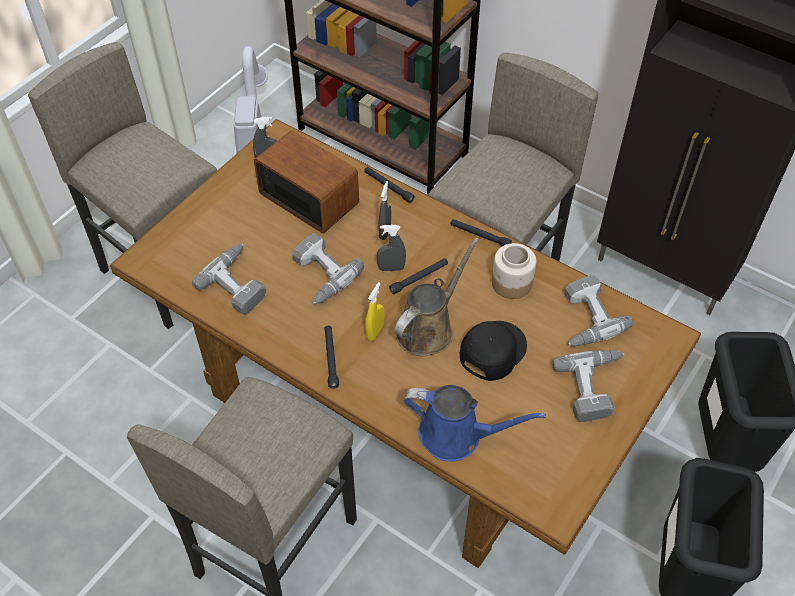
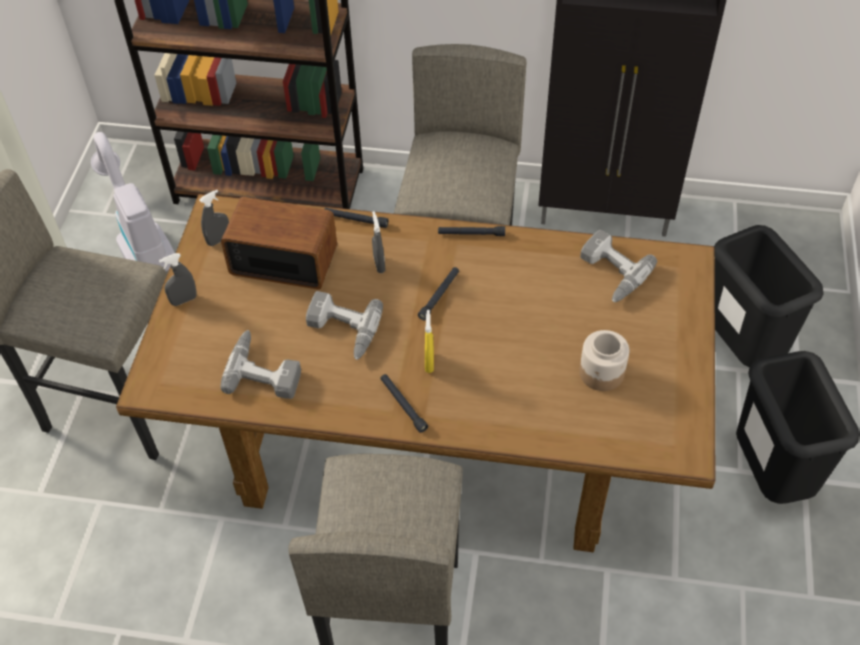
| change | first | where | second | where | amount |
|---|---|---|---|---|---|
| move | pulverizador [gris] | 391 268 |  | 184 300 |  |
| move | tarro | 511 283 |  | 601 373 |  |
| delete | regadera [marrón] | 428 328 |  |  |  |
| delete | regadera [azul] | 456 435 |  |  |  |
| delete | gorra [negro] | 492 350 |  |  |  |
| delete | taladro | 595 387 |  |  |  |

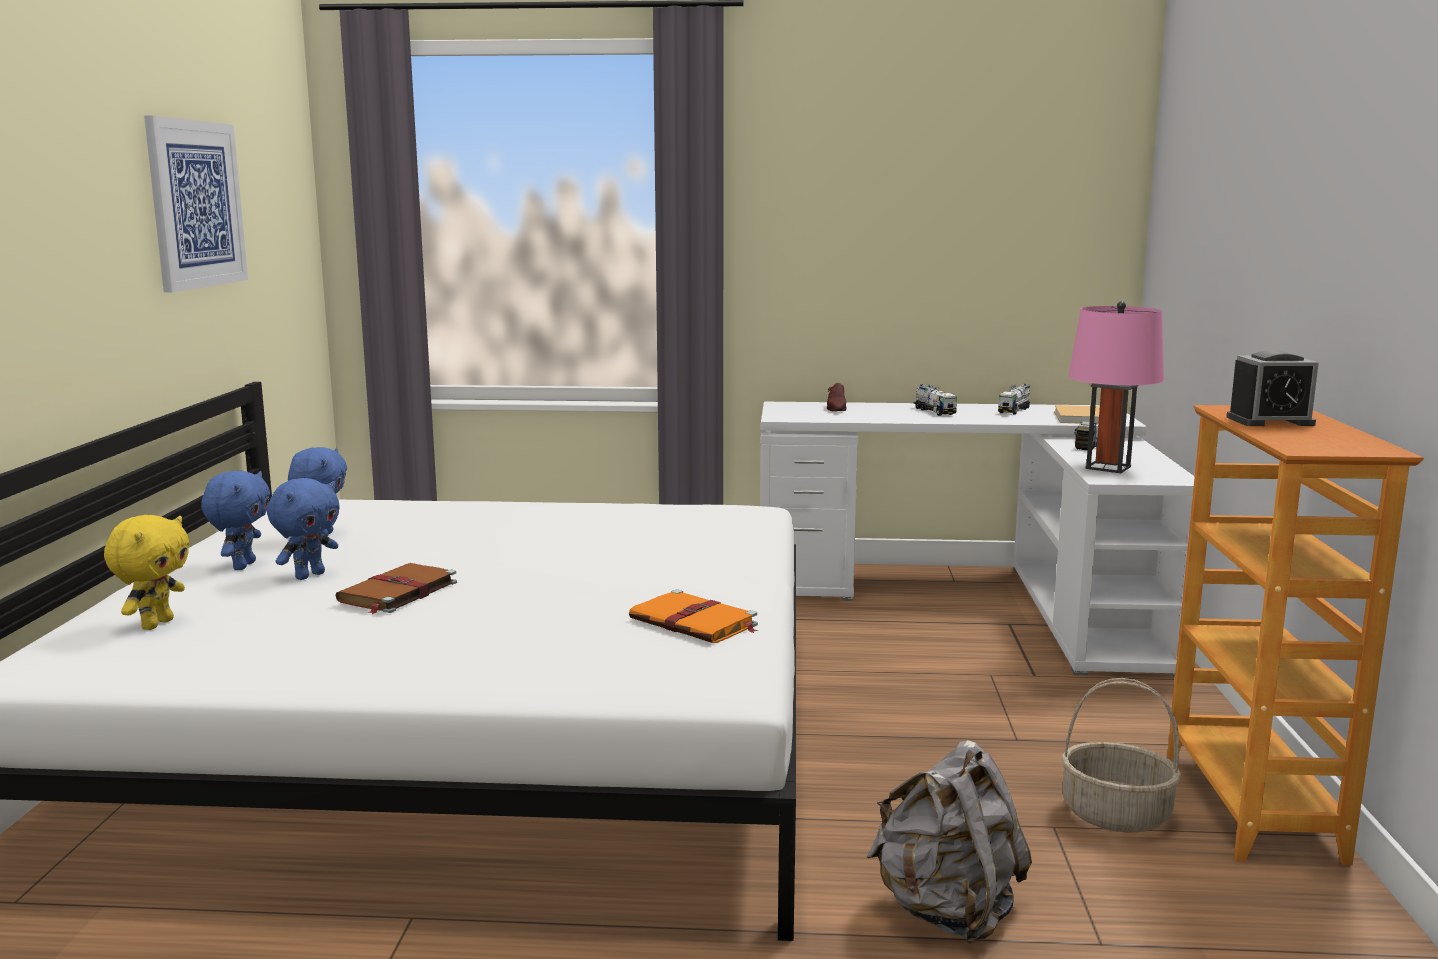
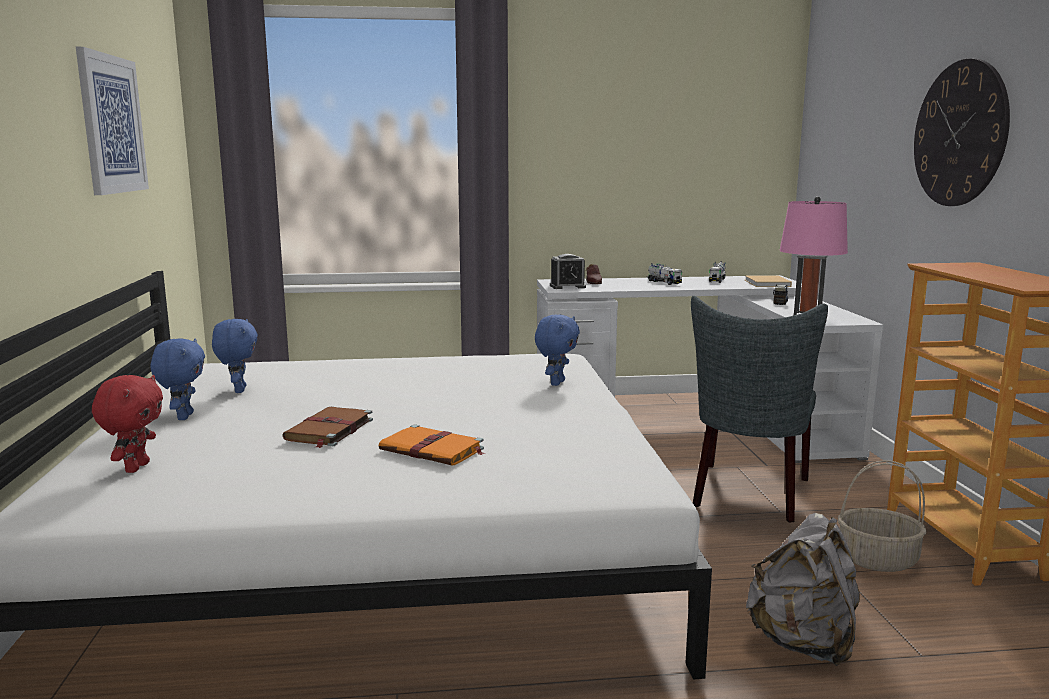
| change | first | where | second | where | amount |
|---|---|---|---|---|---|
| recolor | peluche [amarillo] | 156 624 | peluche [rojo] | 136 467 |  |
| move | libro [naranja] | 695 623 |  | 433 450 |  |
| move | peluche [azul] | 309 575 |  | 556 383 |  |
| move | despertador | 1270 421 |  | 567 286 |  |
| insert |  |  | silla [gris] | 748 495 |  |
| insert |  |  | reloj de pared | 959 134 |  |

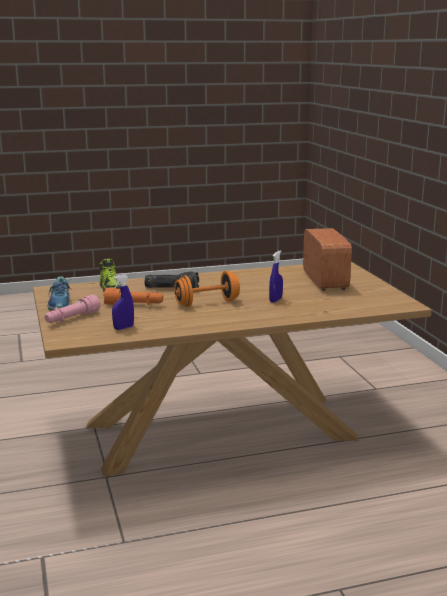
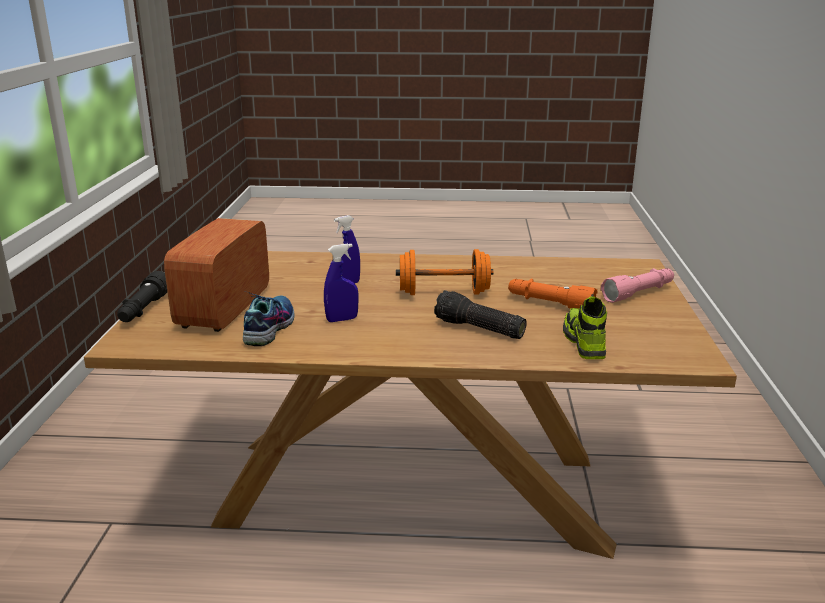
| change | first | where | second | where | amount |
|---|---|---|---|---|---|
| insert |  |  | linterna [negro] | 144 310 |  |
| move | zapato | 60 304 |  | 268 328 |  |
| move | pulverizador [azul] | 123 328 |  | 342 319 |  |

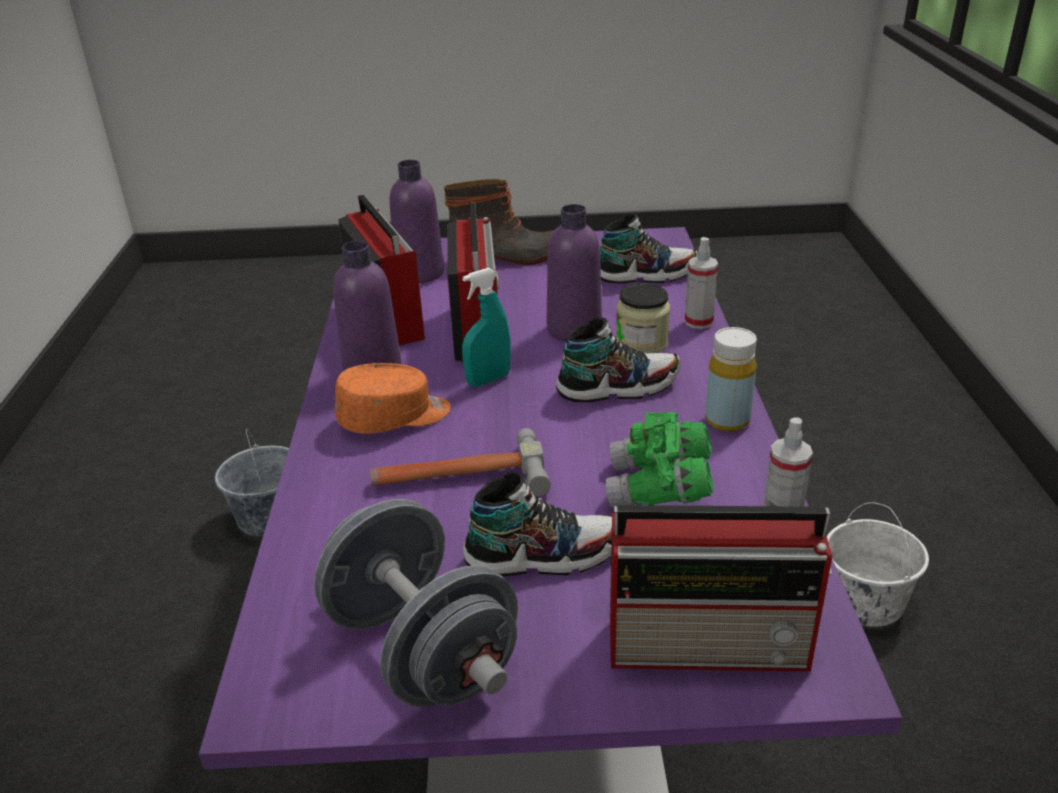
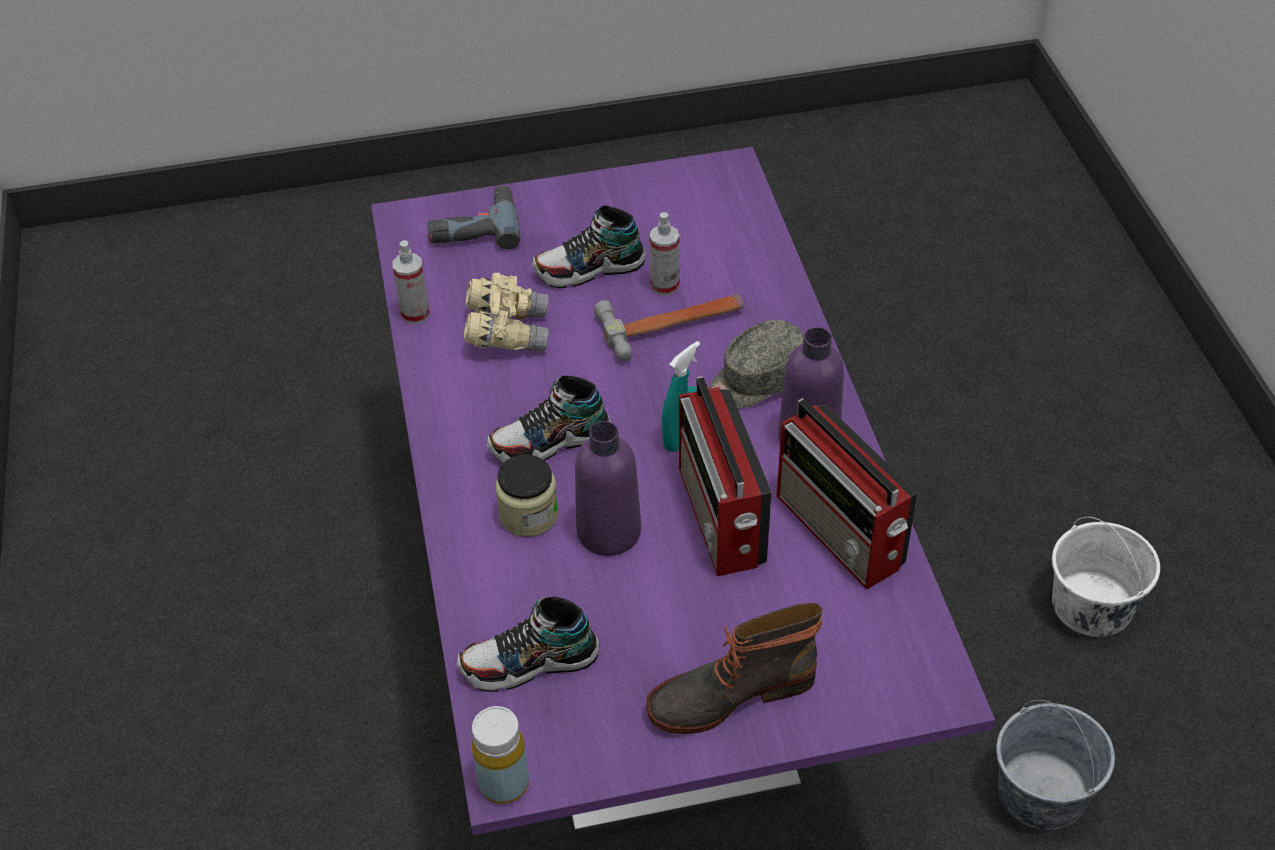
| change | first | where | second | where | amount |
|---|---|---|---|---|---|
| replace | radio | 712 645 | taladro | 474 226 |  |
| recolor | prismáticos [verde] | 659 489 | prismáticos [beis] | 507 332 |  |
| move | botella [amarillo] | 727 420 |  | 504 783 |  |
| move | pulverizador | 698 322 |  | 664 285 |  |
| recolor | gorra [naranja] | 395 417 | gorra [gris] | 756 381 |  |
| move | cubo [blanco] | 864 600 |  | 1092 606 |  |
| delete | mancuerna [gris] | 422 650 |  |  |  |
| delete | botella [morado] | 420 273 |  |  |  |

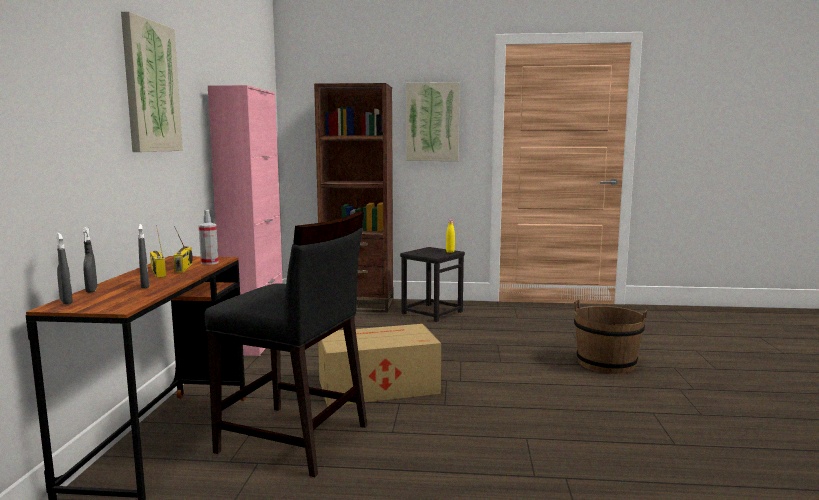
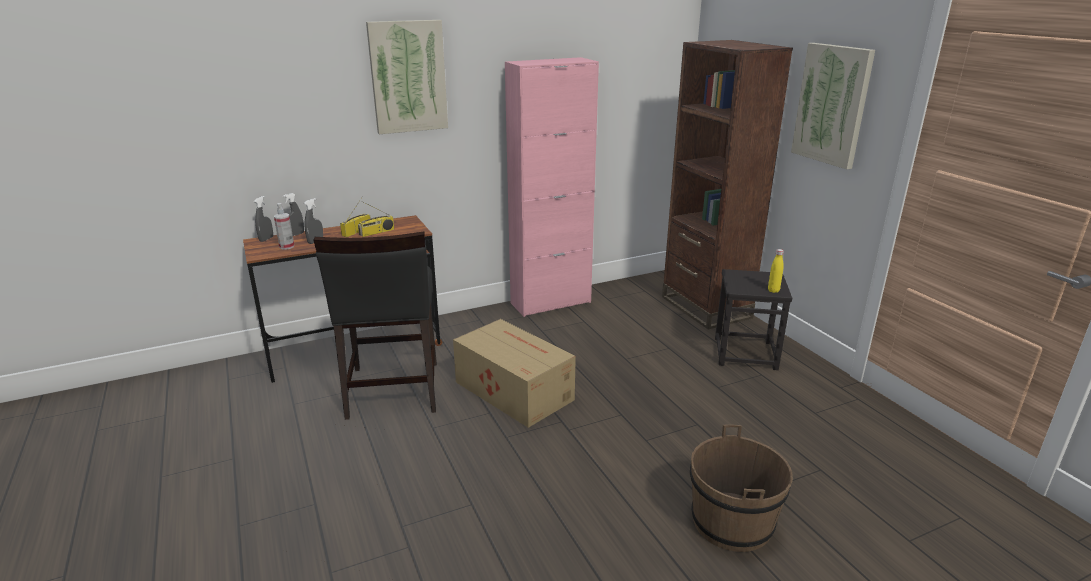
| change | first | where | second | where | amount |
|---|---|---|---|---|---|
| move | pulverizador | 209 263 |  | 287 246 |  |

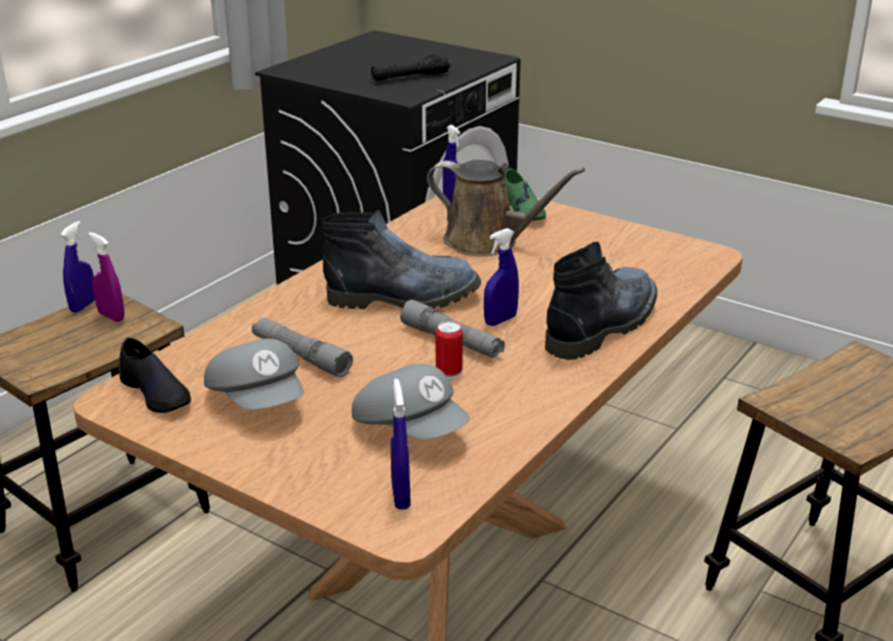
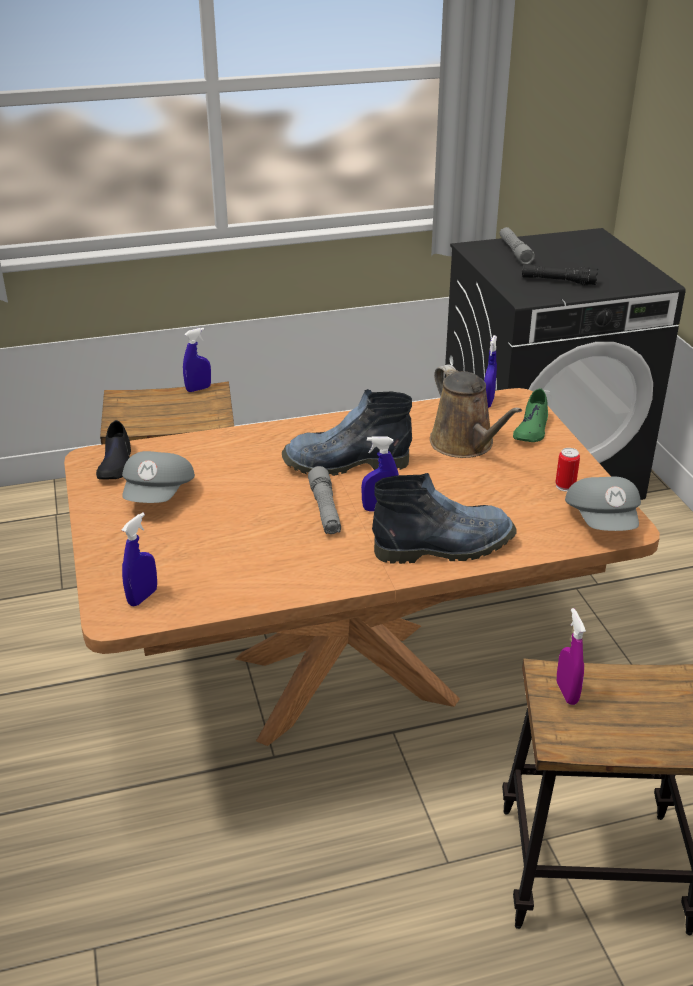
| change | first | where | second | where | amount |
|---|---|---|---|---|---|
| rotate | bota | 406 297 |  | 344 464 | 135 degrees clockwise |
| move | linterna [gris] | 301 356 |  | 515 252 |  |
| move | lata | 449 372 |  | 565 486 |  |
| move | pulverizador [morado] | 111 316 |  | 567 693 |  |
| move | gorra [gris] | 411 428 |  | 603 521 |  |

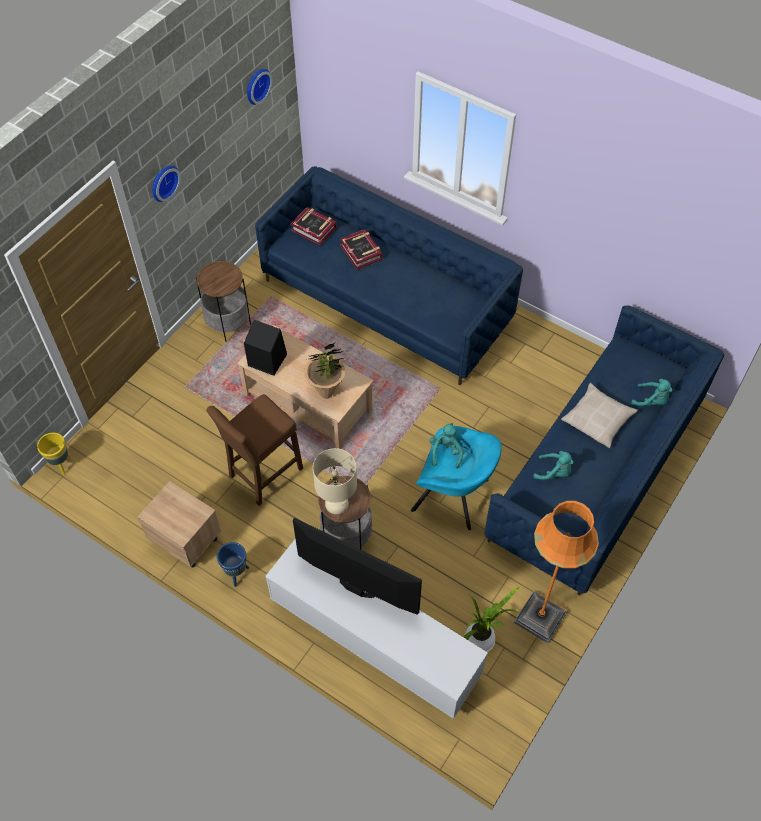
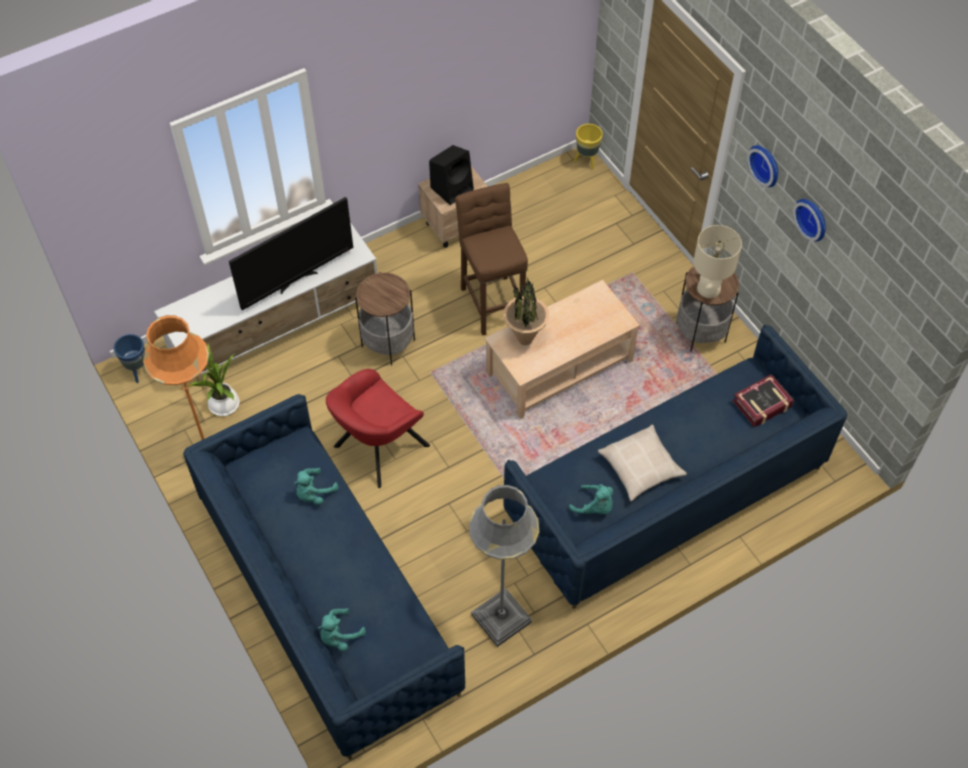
| change | first | where | second | where | amount |
|---|---|---|---|---|---|
| move | maceta [azul] | 236 574 |  | 138 371 |  |
| recolor | sillón [turquesa] | 454 496 | sillón [rojo] | 377 449 |  |
| move | altavoz [negro] | 266 360 |  | 452 188 |  |
| insert |  |  | lámpara de pie [gris] | 501 618 |  |
| move | peluche [turquesa] | 445 452 |  | 594 507 |  |
| move | cojín [beis] | 598 419 |  | 641 467 |  |
| move | lámpara de mesa [beis] | 337 503 |  | 709 289 |  |
| move | reloj de pared | 256 85 |  | 813 218 |  |
| delete | libro | 361 252 |  |  |  |

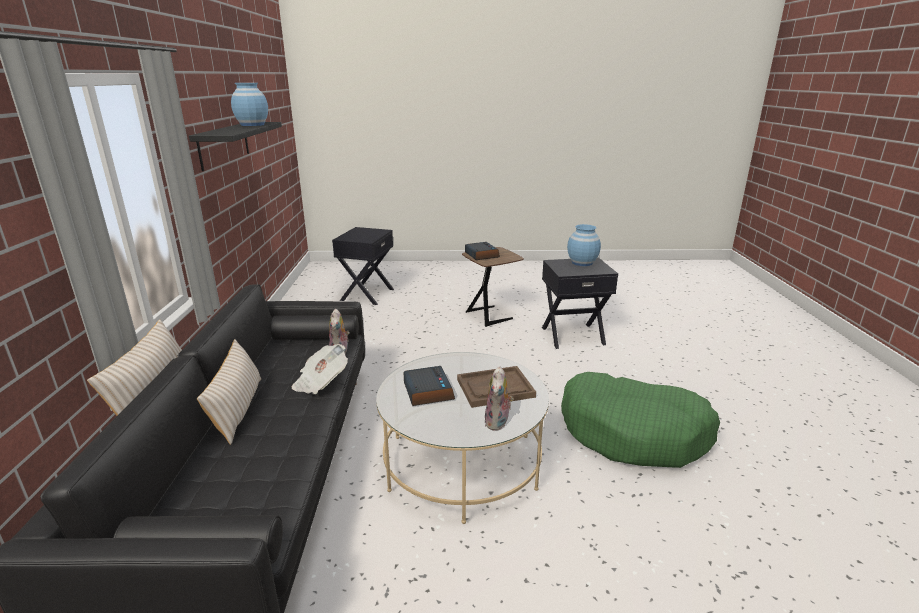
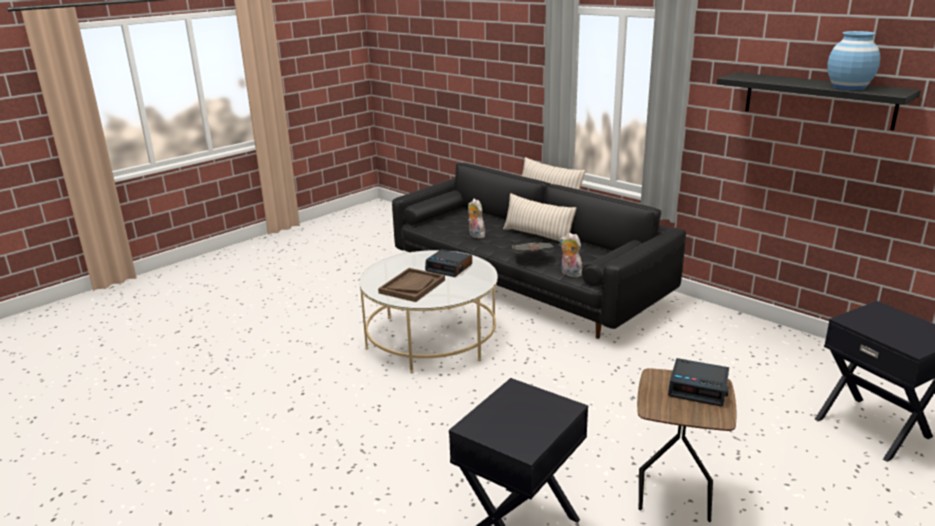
| change | first | where | second | where | amount |
|---|---|---|---|---|---|
| move | peluche | 498 423 |  | 475 235 |  |
| delete | cama para perro [verde] | 633 432 |  |  |  |
| delete | florero [azul] | 582 262 |  |  |  |

